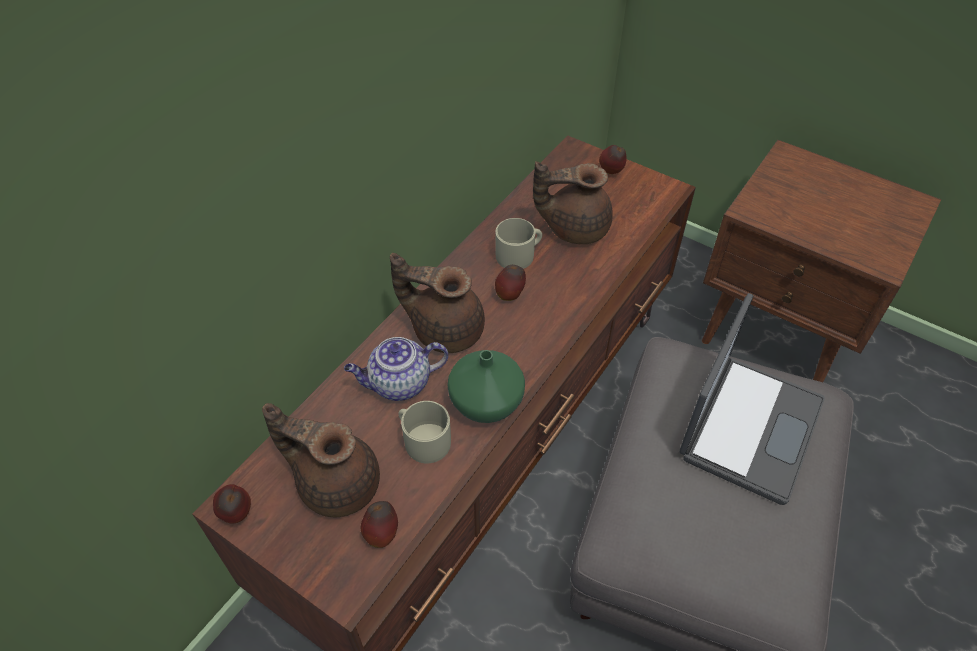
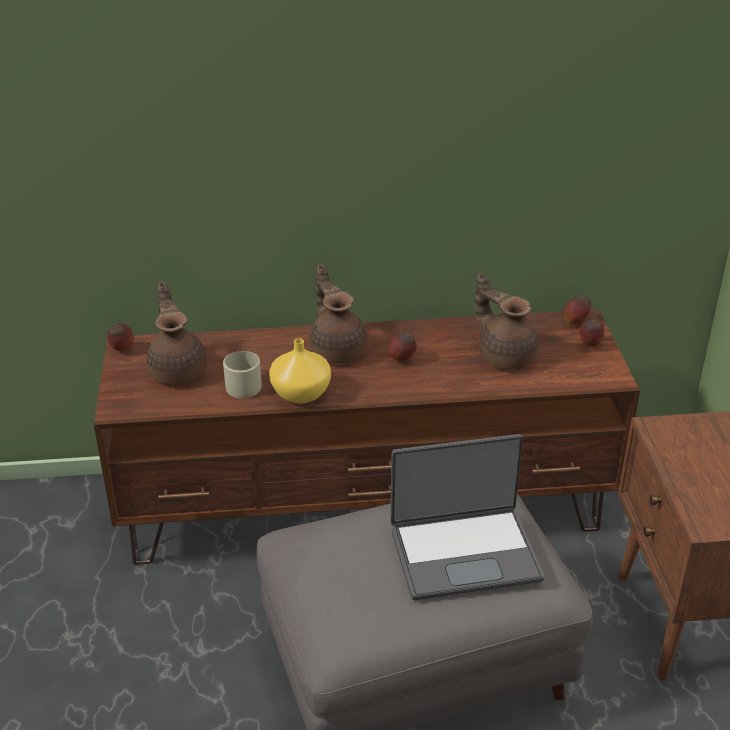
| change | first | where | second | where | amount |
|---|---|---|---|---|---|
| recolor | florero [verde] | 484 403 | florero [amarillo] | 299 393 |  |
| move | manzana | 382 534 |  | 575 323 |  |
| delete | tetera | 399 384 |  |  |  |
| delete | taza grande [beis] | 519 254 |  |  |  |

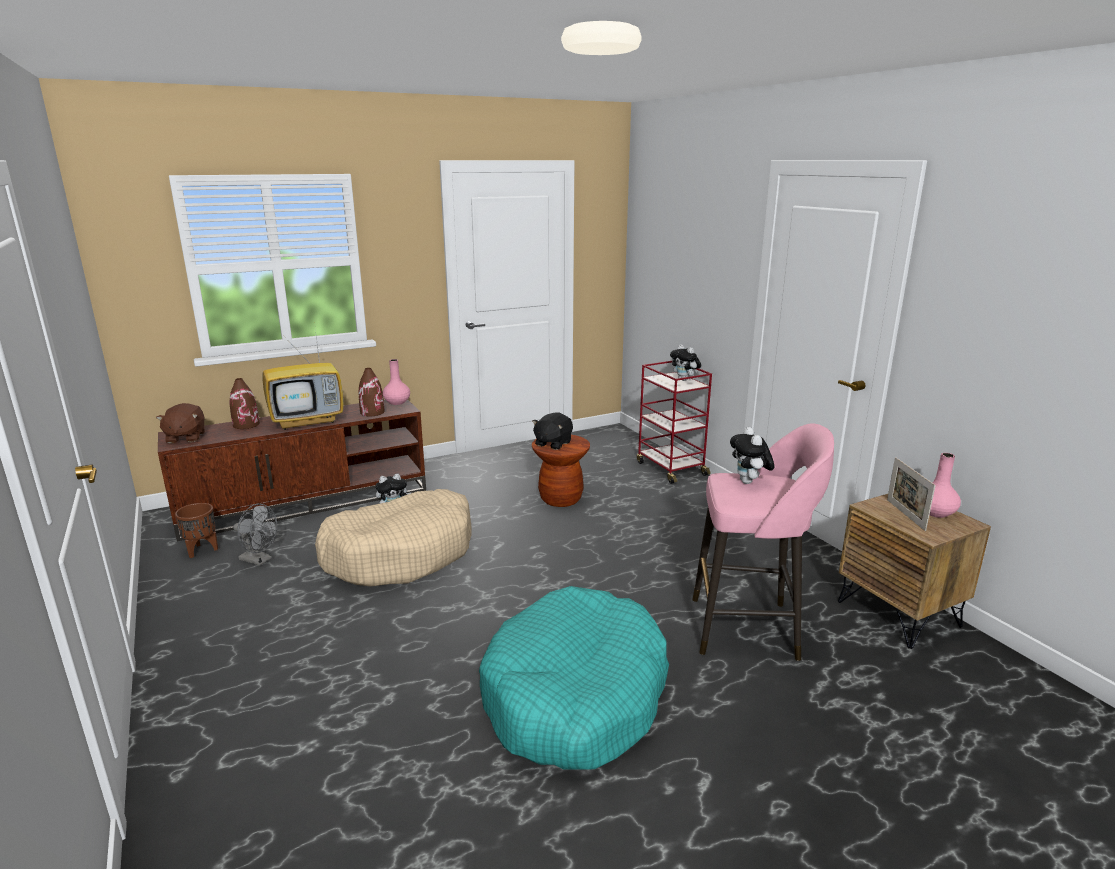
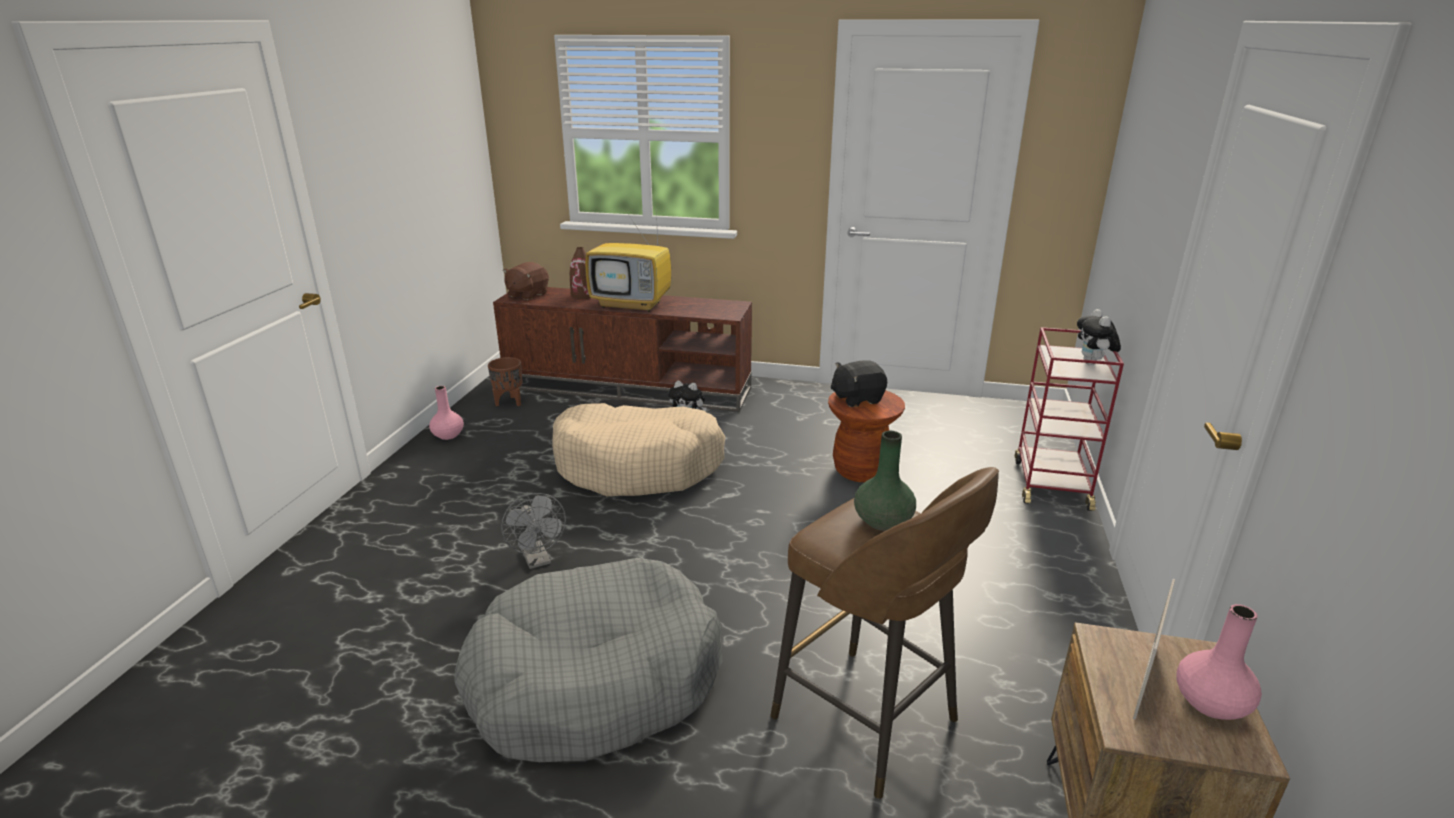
| change | first | where | second | where | amount |
|---|---|---|---|---|---|
| move | florero [rosa] | 397 402 |  | 448 435 |  |
| recolor | cama para perro [turquesa] | 575 696 | cama para perro [gris] | 594 680 |  |
| move | ventilador [gris] | 259 560 |  | 538 560 |  |
| recolor | taburete [rosa] | 748 629 | taburete [marrón] | 868 722 |  |
| replace | peluche | 749 482 | florero [verde] | 883 522 |  |
| delete | florero [marrón] | 372 412 |  |  |  |

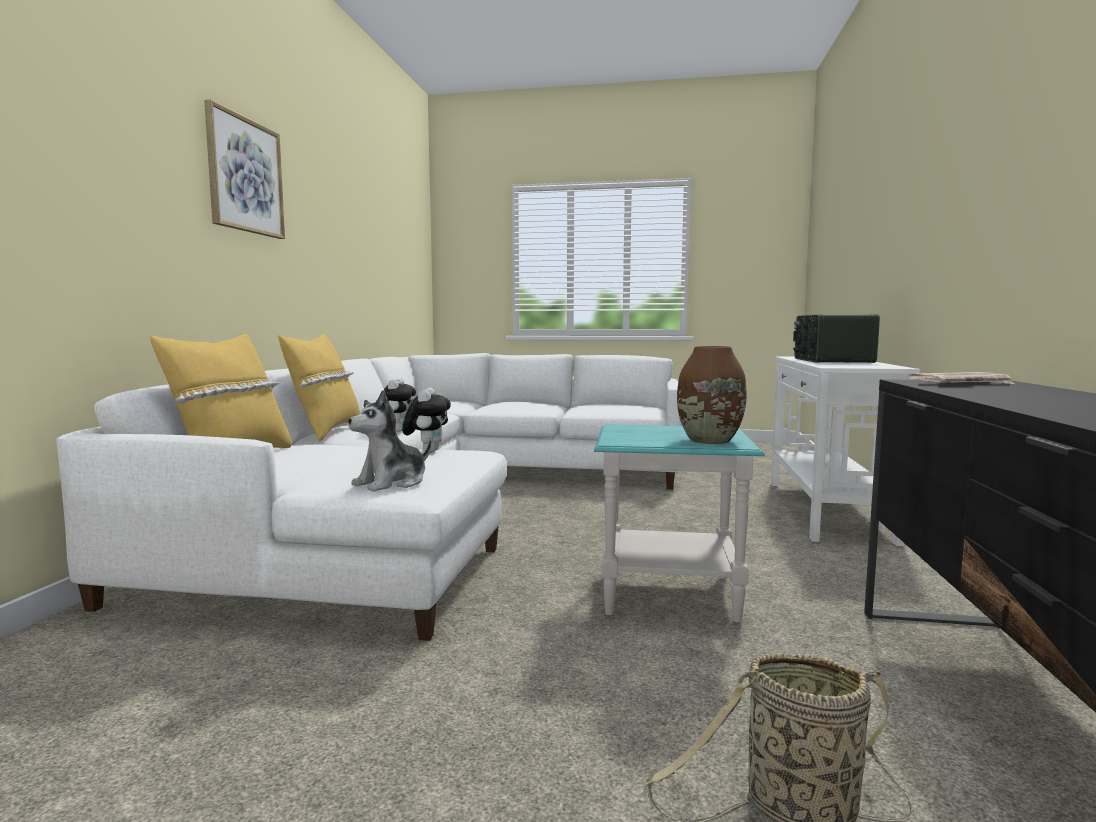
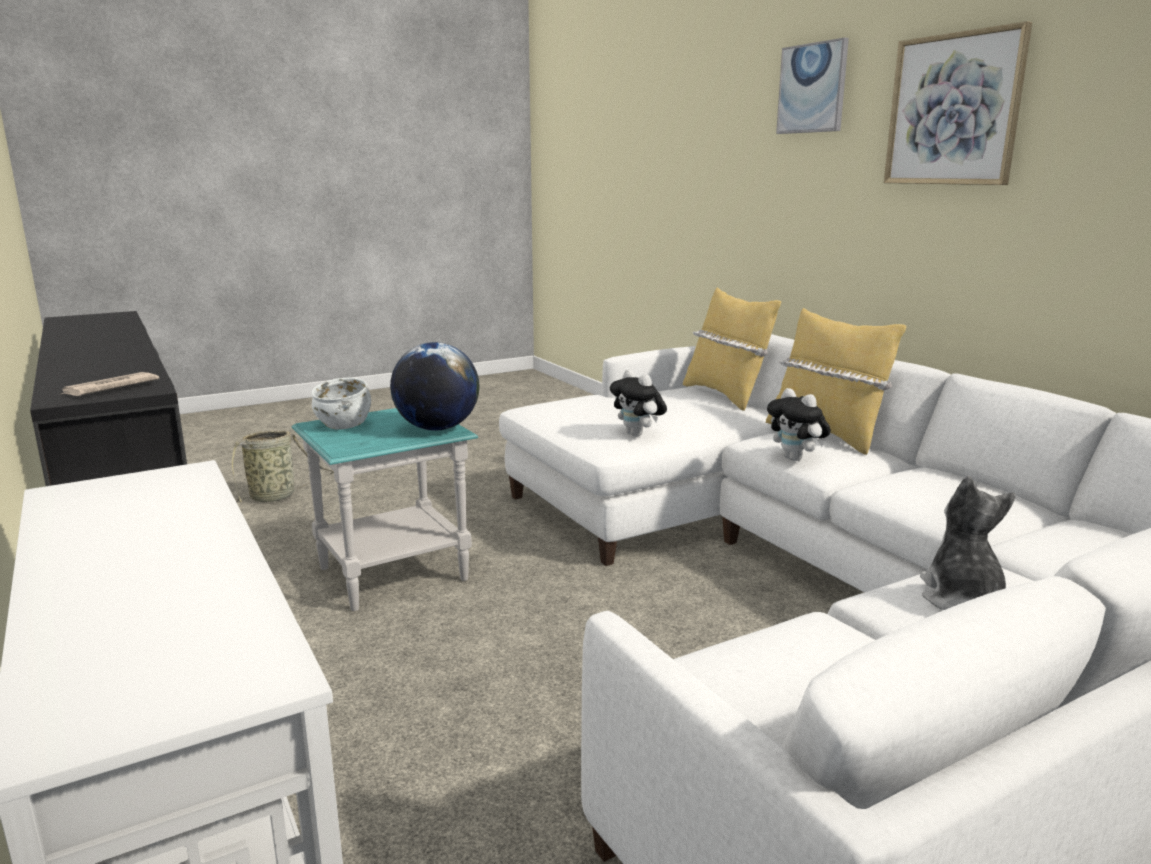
| change | first | where | second | where | amount |
|---|---|---|---|---|---|
| replace | florero [marrón] | 708 441 | cuenco [blanco] | 343 424 |  |
| insert |  |  | globo terráqueo | 437 428 |  |
| insert |  |  | cuadro | 812 88 |  |
| move | peluche | 392 483 |  | 961 598 |  |
| delete | radio | 831 360 |  |  |  |

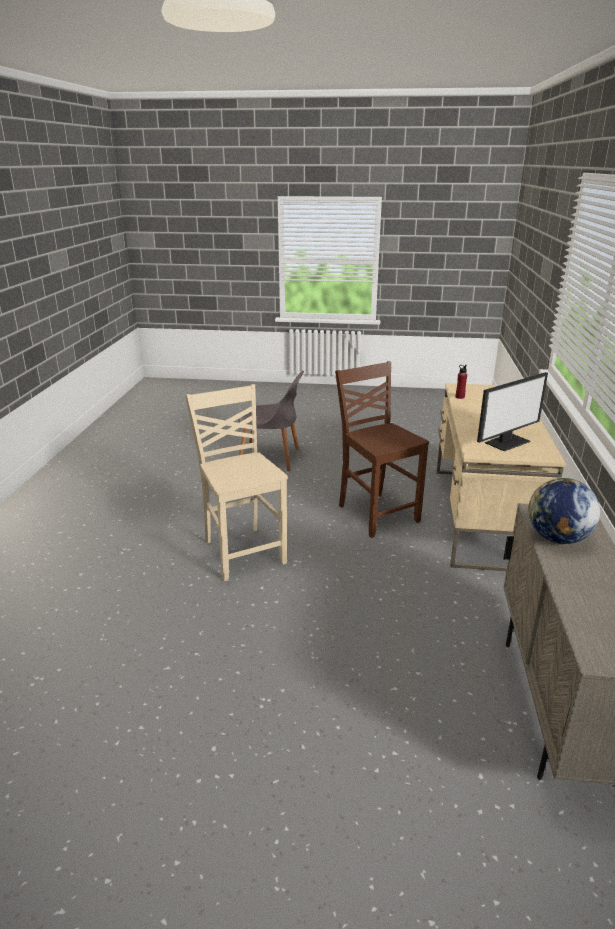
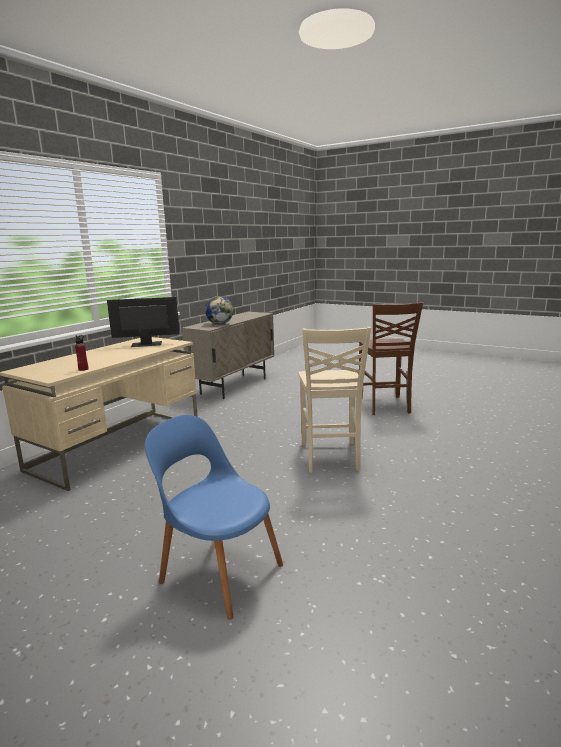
| change | first | where | second | where | amount |
|---|---|---|---|---|---|
| recolor | silla [gris] | 272 458 | silla [azul] | 218 570 |  |
| move | silla [marrón] | 376 513 |  | 384 406 |  |

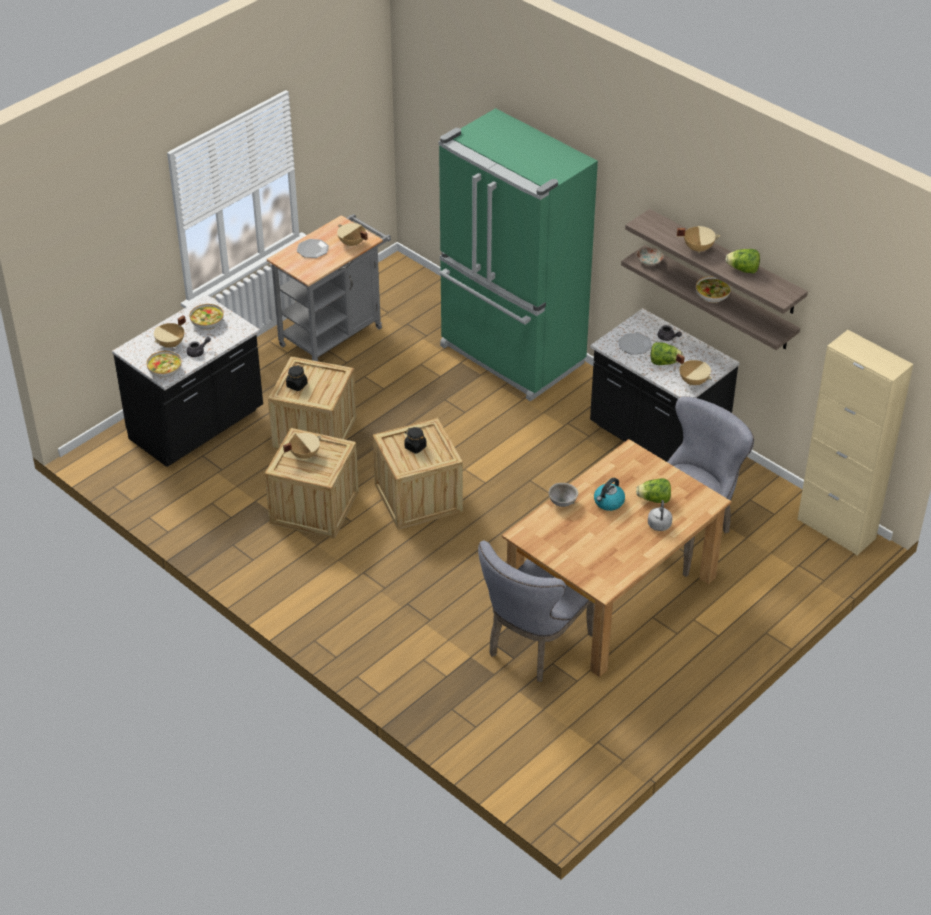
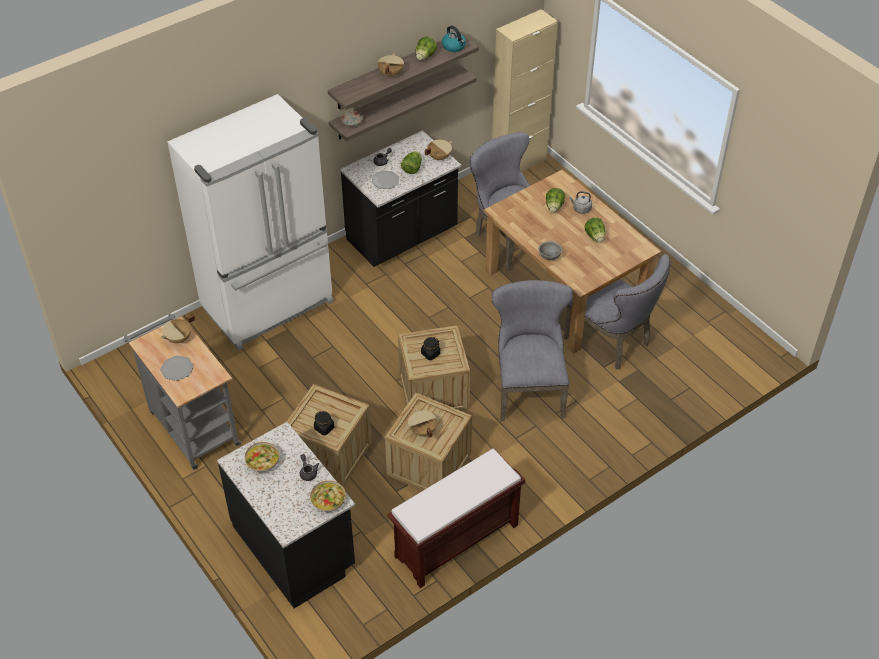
| change | first | where | second | where | amount |
|---|---|---|---|---|---|
| recolor | nevera [verde] | 511 356 | nevera [blanco] | 269 306 |  |
| insert |  |  | banco [marrón] | 456 542 |  |
| move | hervidor | 608 502 |  | 454 46 |  |
| insert |  |  | silla [gris] | 528 388 |  |
| insert |  |  | lechuga | 595 237 |  |
| delete | olla [beis] | 171 344 |  |  |  |
| delete | cuenco | 712 295 |  |  |  |

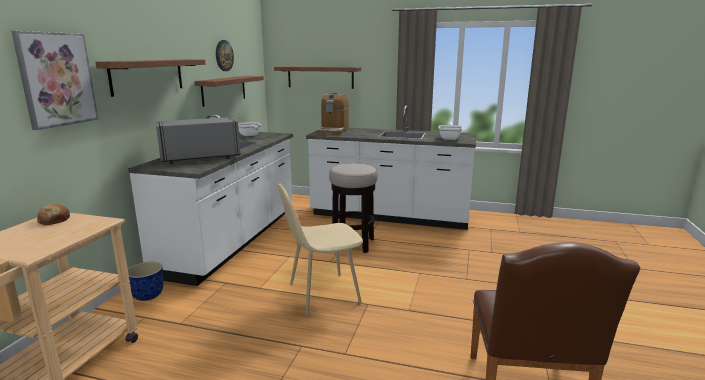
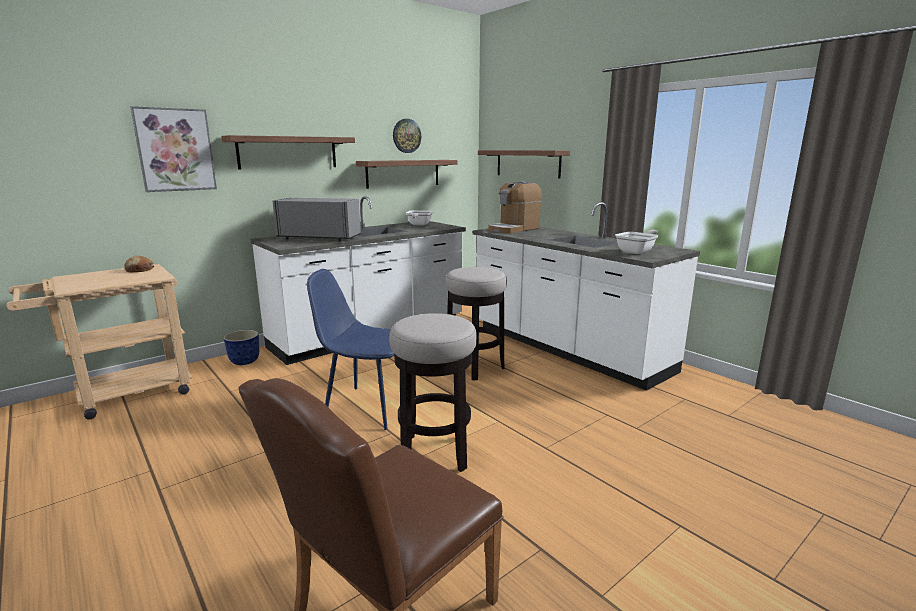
| change | first | where | second | where | amount |
|---|---|---|---|---|---|
| recolor | silla [beis] | 322 294 | silla [azul] | 367 407 |  |
| insert |  |  | taburete | 435 453 |  |

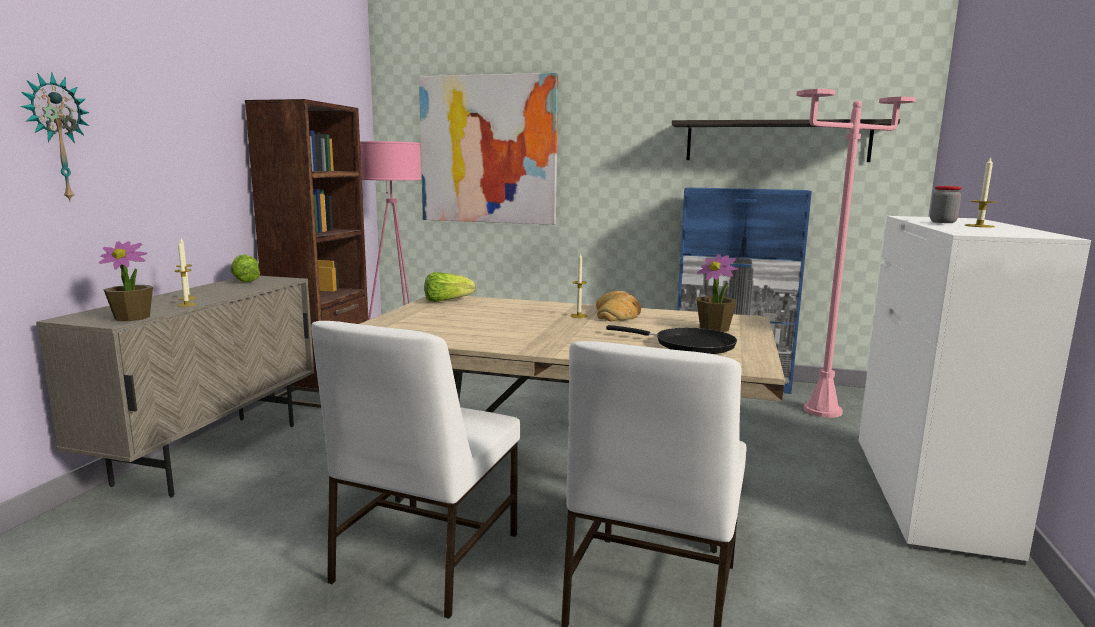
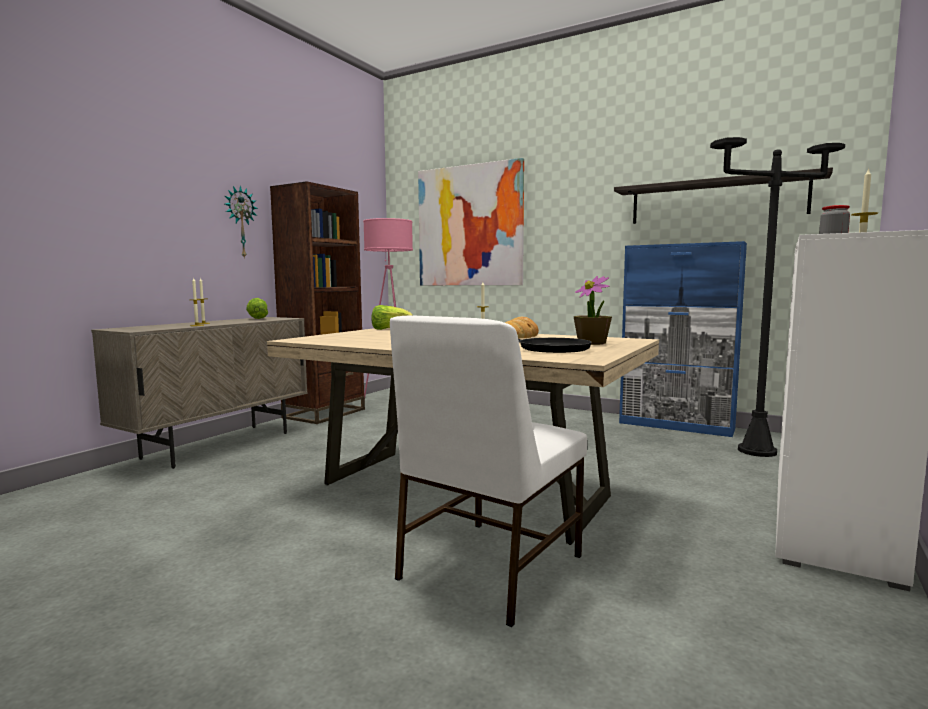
| change | first | where | second | where | amount |
|---|---|---|---|---|---|
| move | reloj de pared | 56 138 |  | 240 222 |  |
| recolor | lámpara de pie [rosa] | 823 410 | lámpara de pie [negro] | 757 451 |  |
| delete | planta en maceta | 132 317 |  |  |  |
| delete | silla [blanco] | 424 558 |  |  |  |

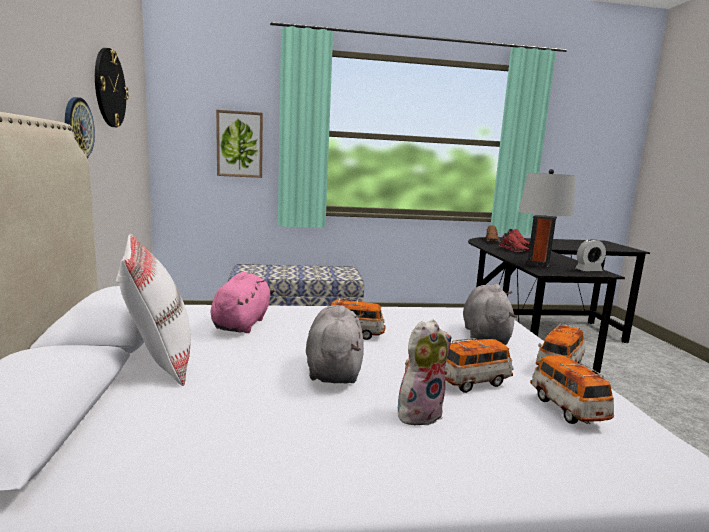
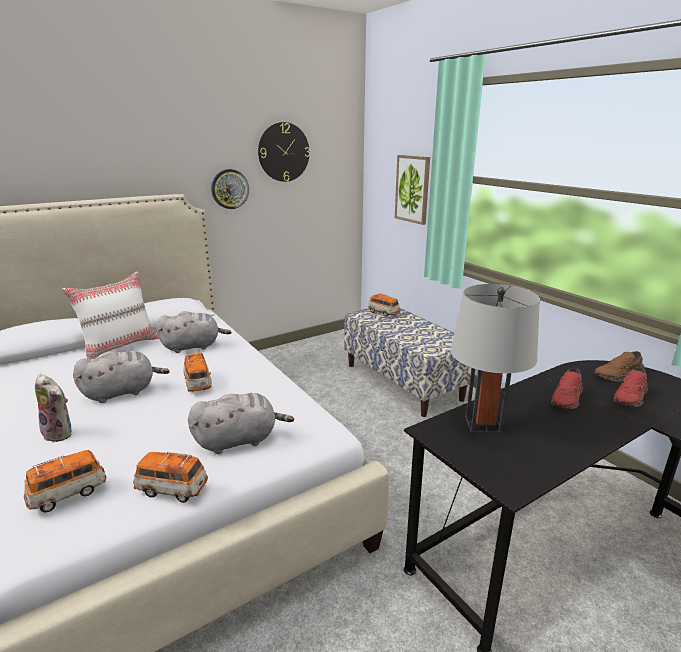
| change | first | where | second | where | amount |
|---|---|---|---|---|---|
| recolor | peluche [rosa] | 242 324 | peluche [gris] | 193 346 |  |
| move | coche de juguete | 473 381 |  | 383 313 |  |
| delete | despertador | 588 270 |  |  |  |

